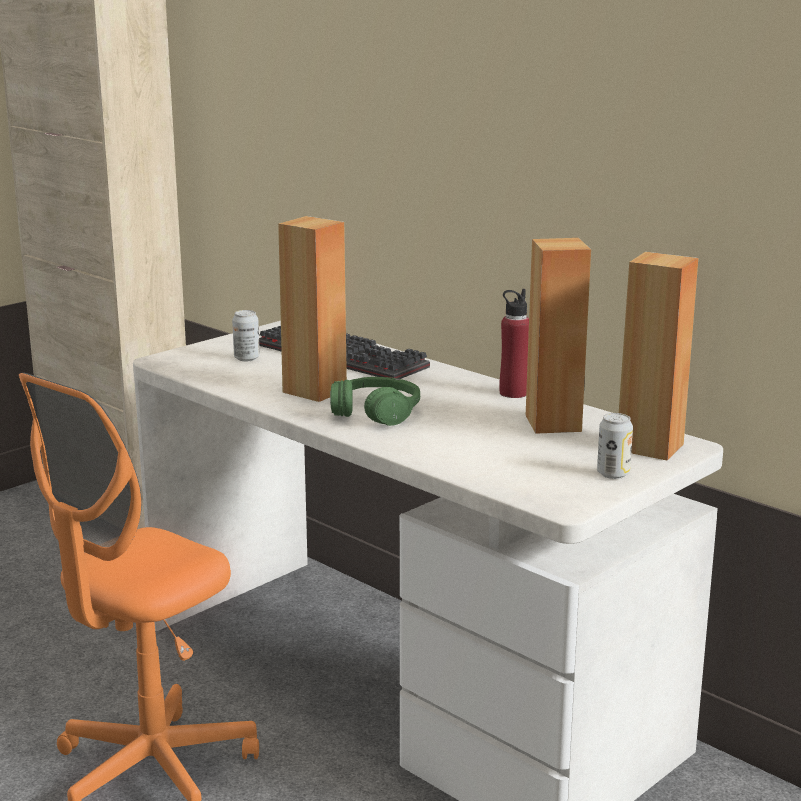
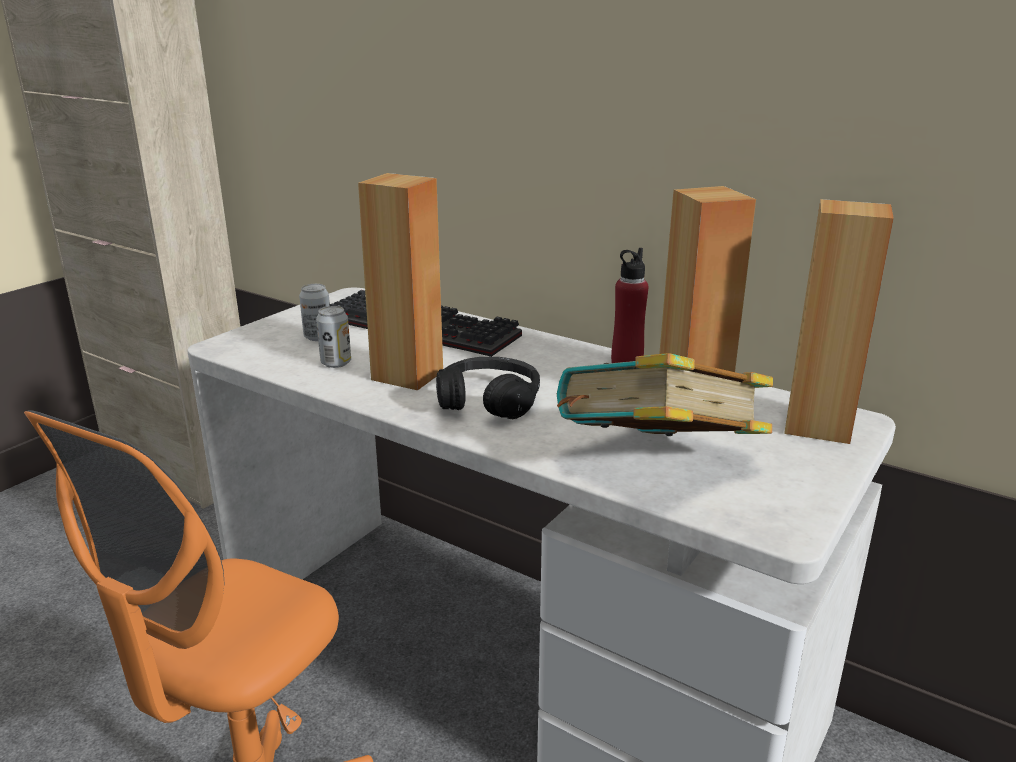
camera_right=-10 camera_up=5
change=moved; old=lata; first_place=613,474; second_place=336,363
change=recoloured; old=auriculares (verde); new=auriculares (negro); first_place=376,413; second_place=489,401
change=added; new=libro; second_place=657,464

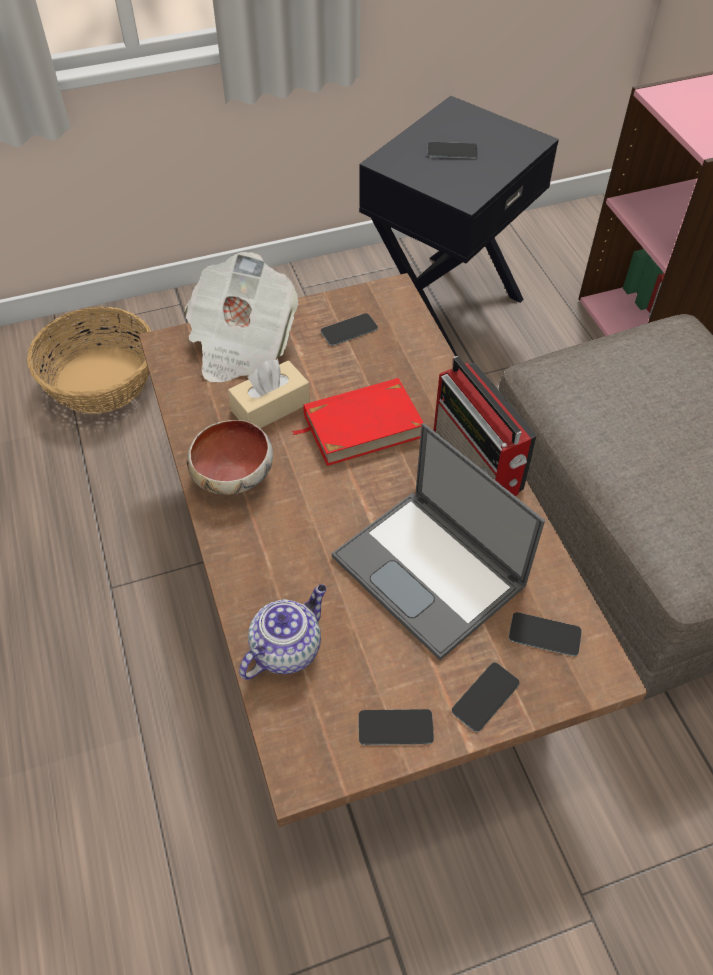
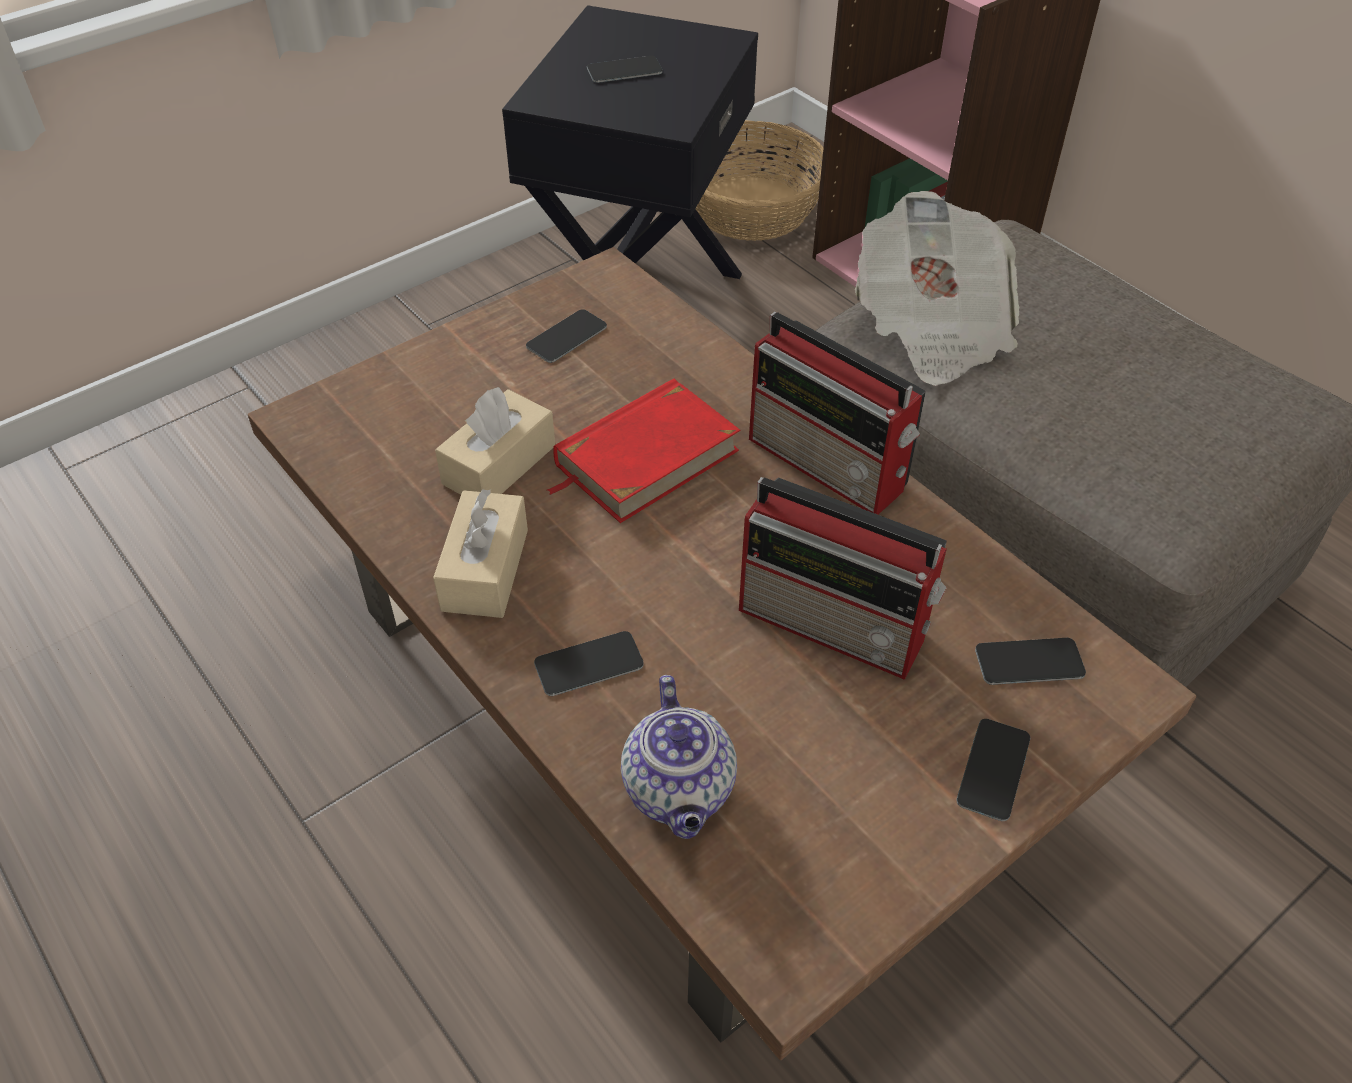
camera_right=-20 camera_up=-5
change=replaced; old=cuenco; new=caja de pañuelos (beis); first_place=233,473; second_place=485,570
change=moved; old=móvil; first_place=395,727; second_place=589,664
change=turned; old=tetera; first_place=287,648; second_place=680,791; degrees=150
change=moved; old=cesta; first_place=100,380; second_place=750,208
change=replaced; old=portátil; new=radio; first_place=430,572; second_place=836,625
change=moved; old=periódico; first_place=241,343; second_place=932,327

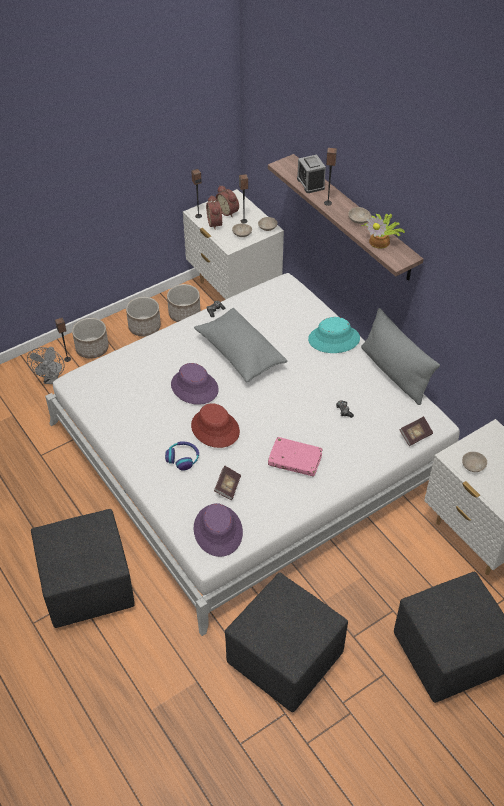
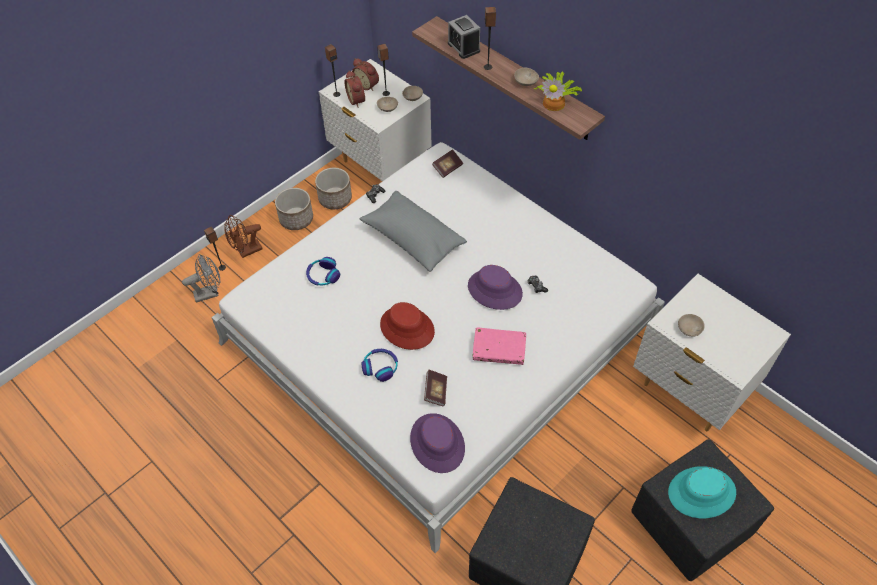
camera_right=-10 camera_up=5
change=turned; old=ventilador (gris); first_place=51,379; second_place=210,293; degrees=-105
change=replaced; old=maceta; new=ventilador (marrón); first_place=92,348; second_place=246,251
change=added; new=auriculares; second_place=323,275
change=moved; old=libro; first_place=415,435; second_place=447,168
change=moved; old=sombrero (morado); first_place=194,387; second_place=494,290
change=moved; old=sombrero (turquesa); first_place=334,339; second_place=701,493
change=removed; old=puf (negro); first_place=89,588
change=removed; old=cojín (gris); first_place=395,373

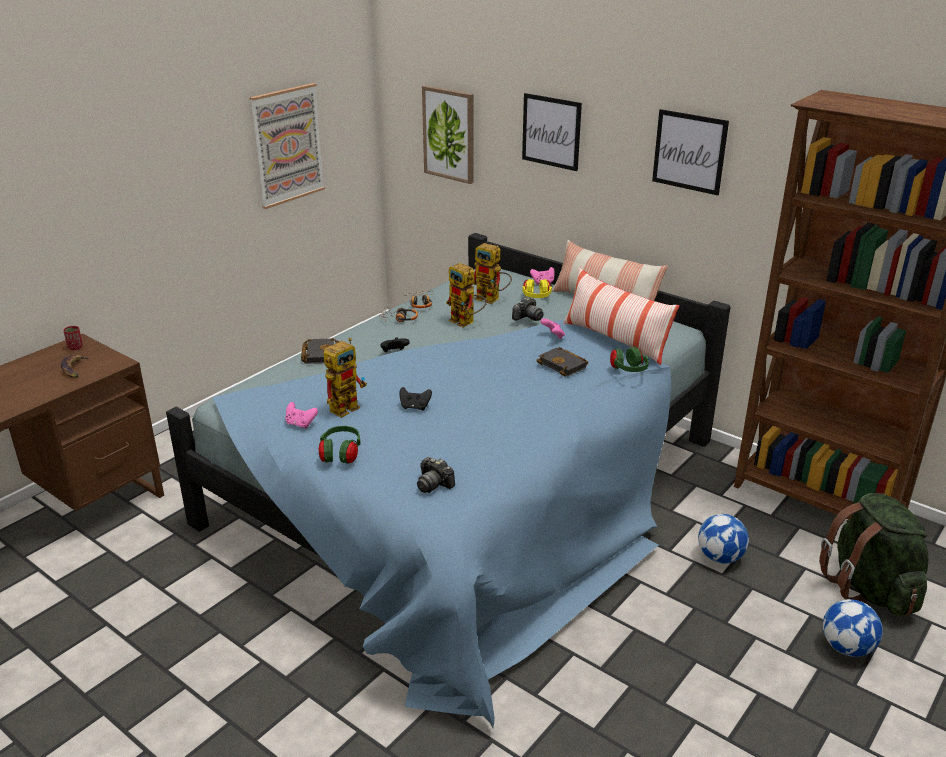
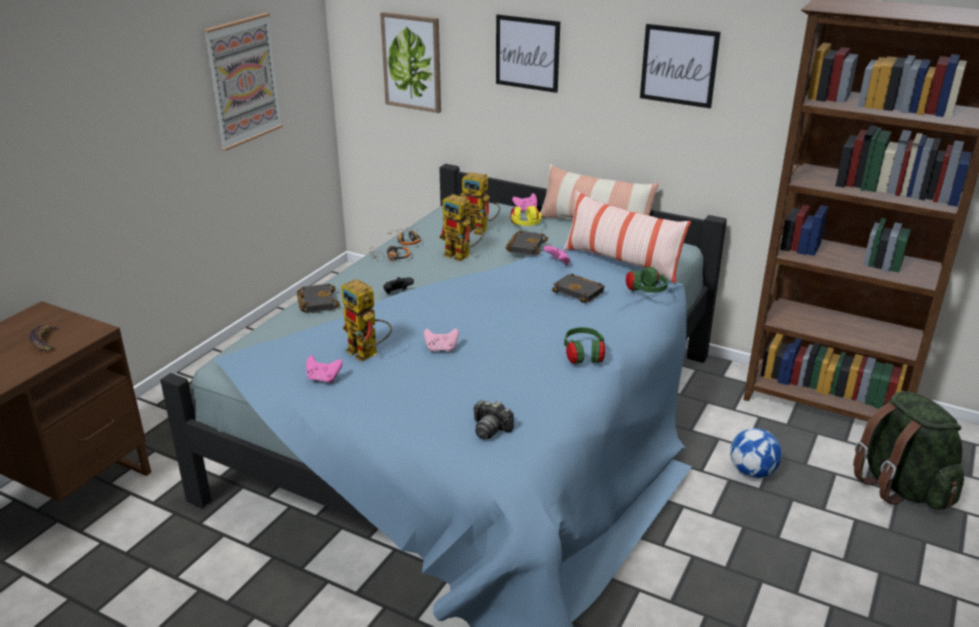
camera_right=-10 camera_up=0
change=turned; old=robot de juguete; first_place=347,405; second_place=368,354; degrees=105
change=recoloured; old=mando de consola (negro); new=mando de consola (rosa); first_place=415,407; second_place=441,349
change=replaced; old=cámara; new=libro (negro); first_place=528,317; second_place=525,246
change=moved; old=auriculares (verde); first_place=341,455; second_place=583,356
change=removed; old=taza (rojo); first_place=75,347
change=removed; old=balón de fútbol; first_place=846,648

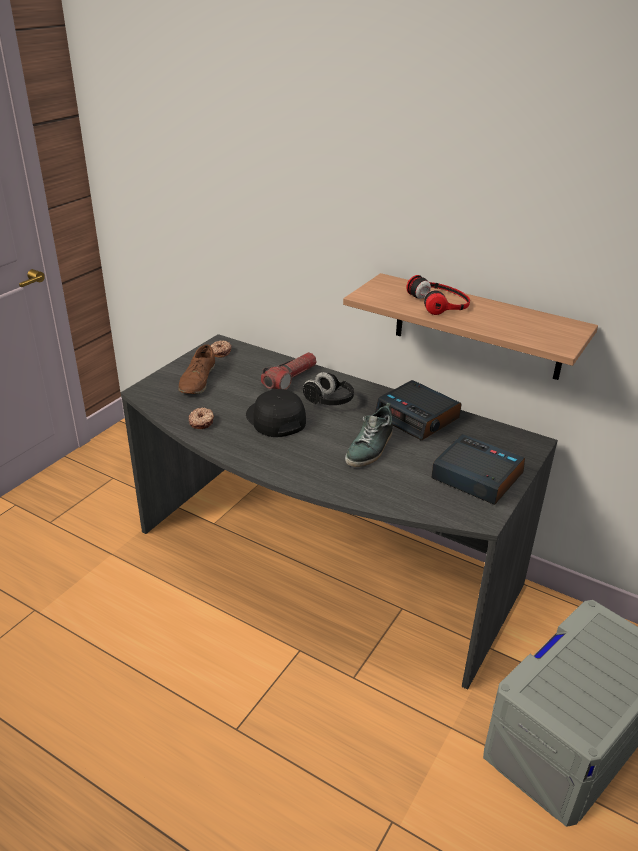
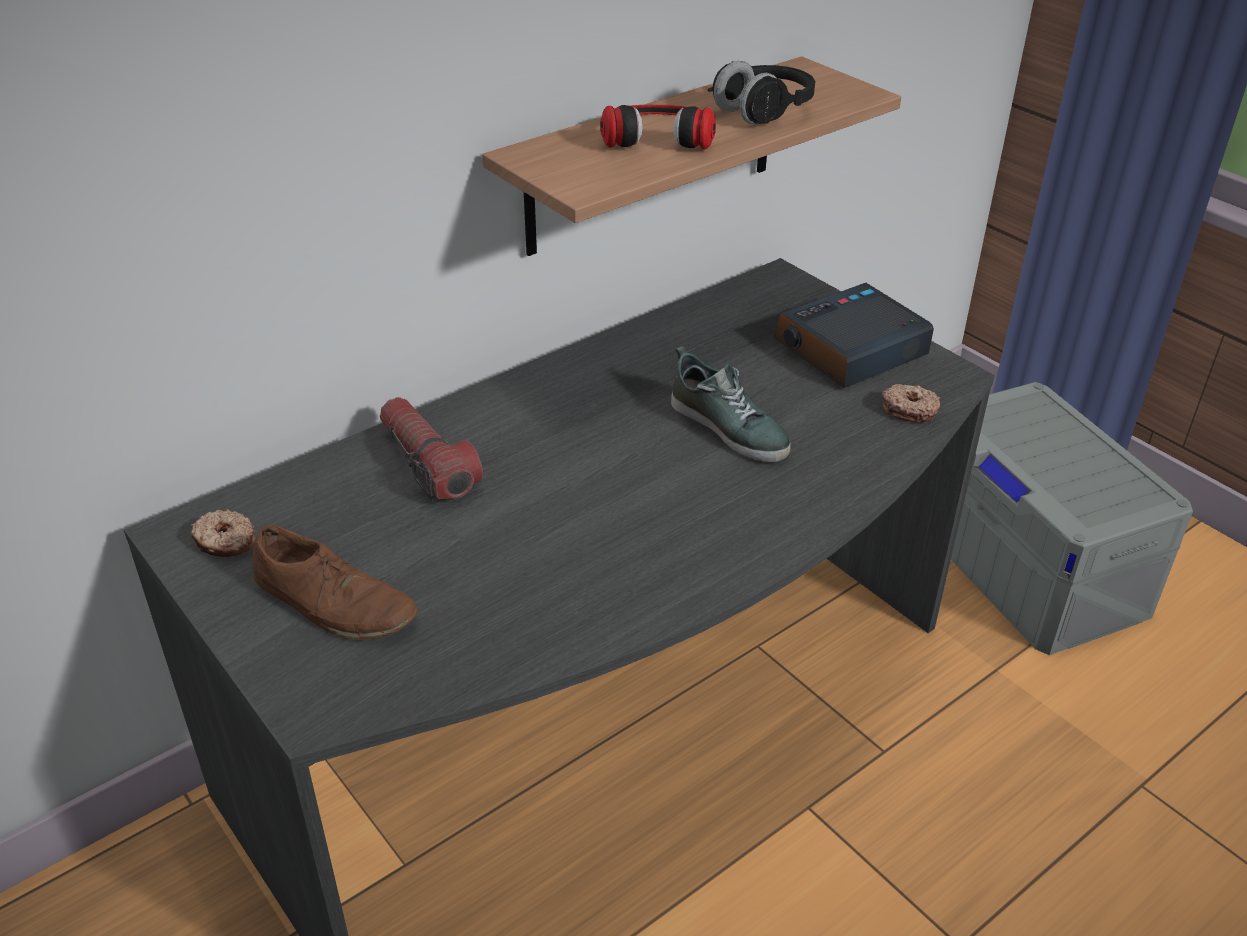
camera_right=-70 camera_up=5
change=moved; old=auriculares (negro); first_place=328,401; second_place=763,112
change=moved; old=rosquilla; first_place=202,422; second_place=909,409
change=removed; old=gorra (negro); first_place=274,419
change=removed; old=despertador; first_place=418,417

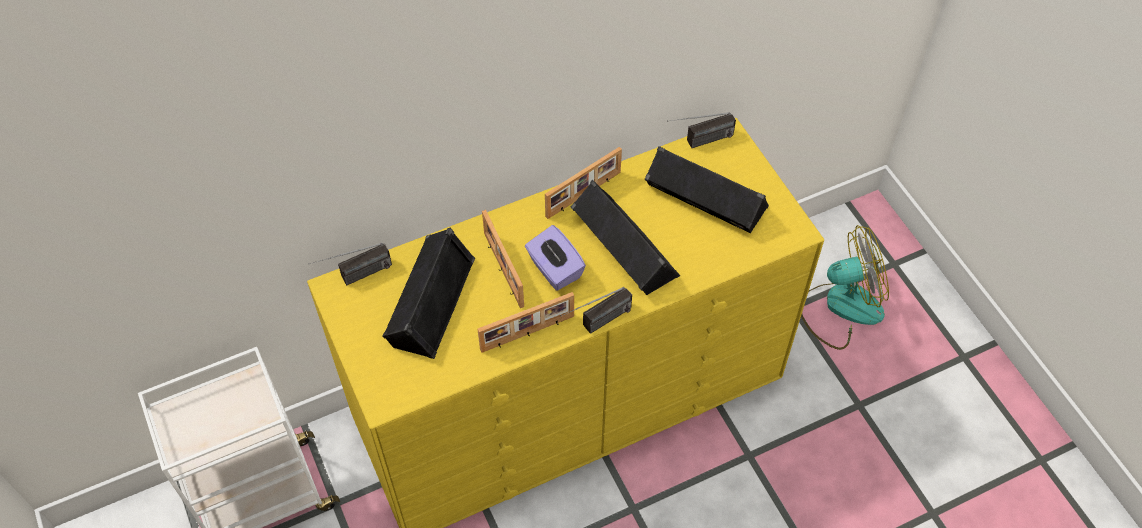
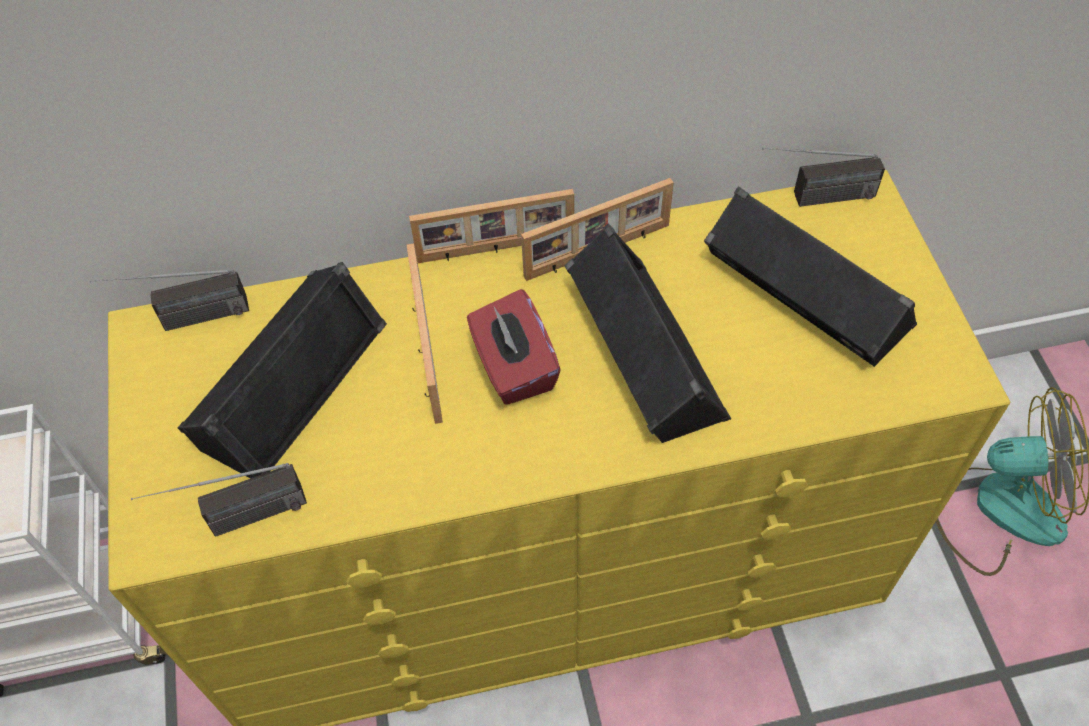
camera_right=15 camera_up=0
change=moved; old=radio; first_place=596,324; second_place=234,522
change=moved; old=portarretratos; first_place=528,334; second_place=496,249
change=recoloured; old=caja de pañuelos (morado); new=caja de pañuelos (rojo); first_place=554,269; second_place=513,367

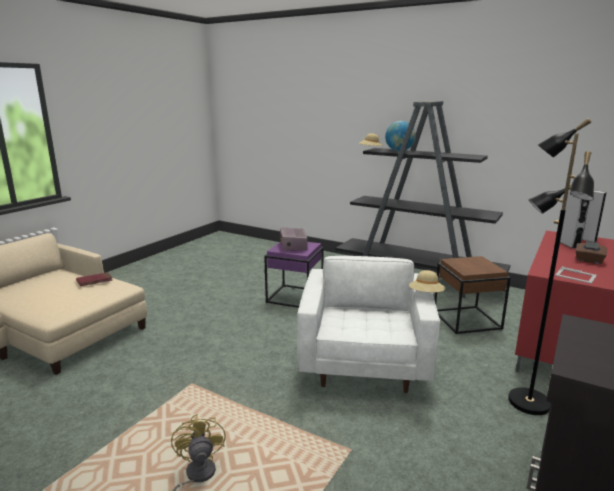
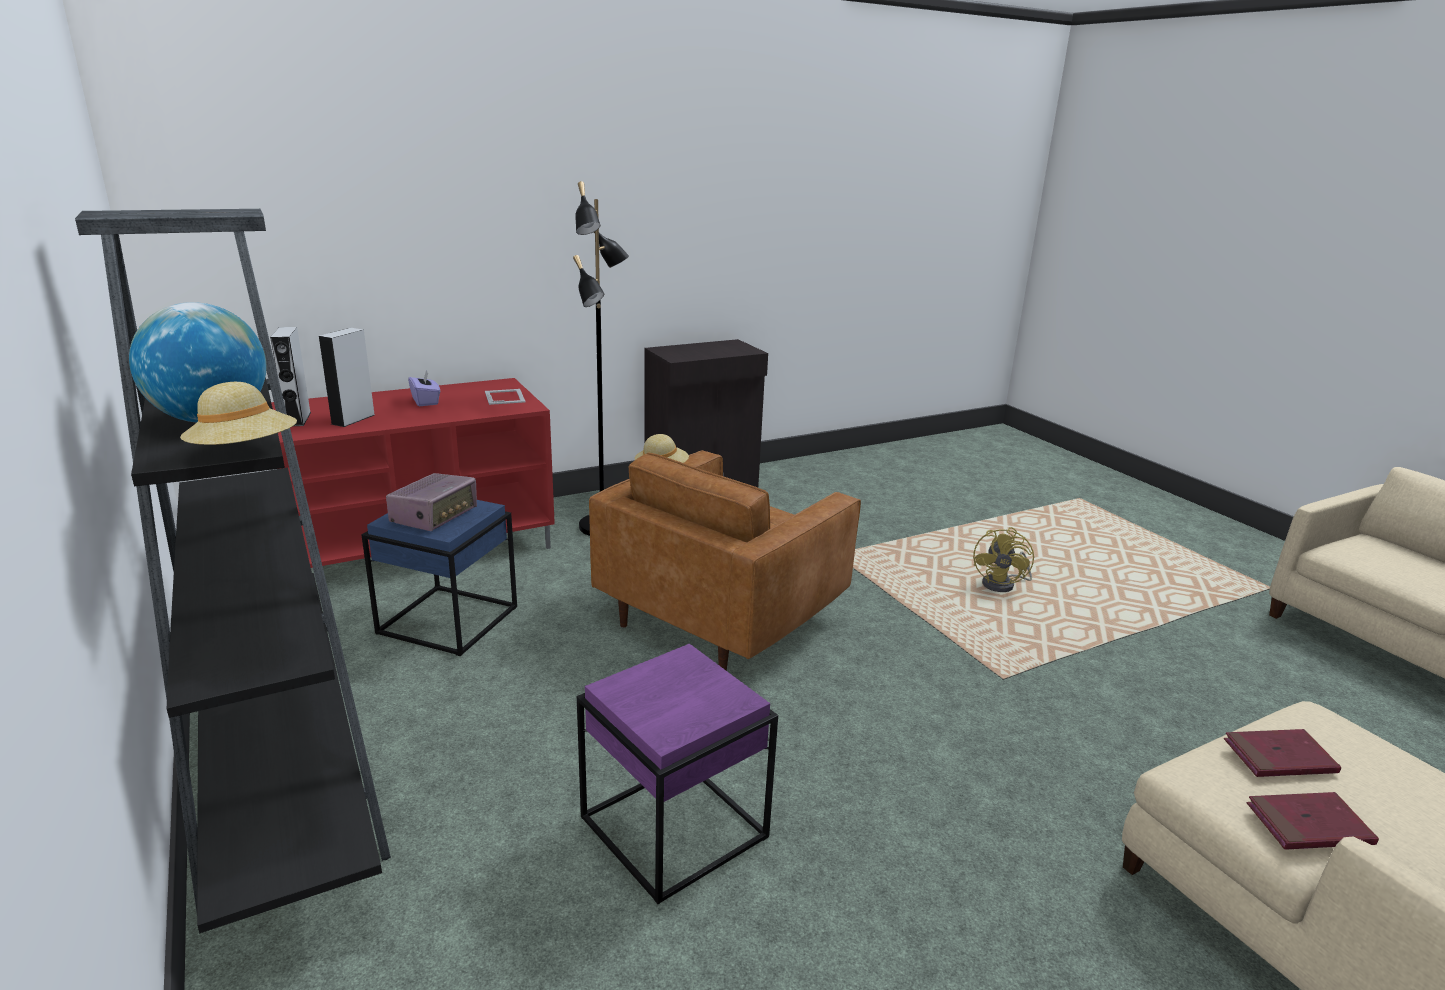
camera_right=-150 camera_up=5
change=recoloured; old=mesa auxiliar (marrón); new=mesa auxiliar (azul); first_place=467,320; second_place=448,619
change=moved; old=radio; first_place=293,246; second_place=435,516
change=recoloured; old=caja de pañuelos (marrón); new=caja de pañuelos (morado); first_place=589,260; second_place=426,401
change=recoloured; old=sillón (blanco); new=sillón (marrón); first_place=364,365; second_place=720,616
change=added; new=libro (rojo); second_place=1279,757

